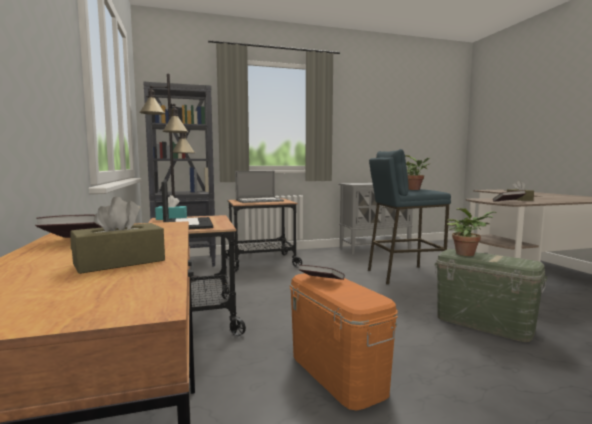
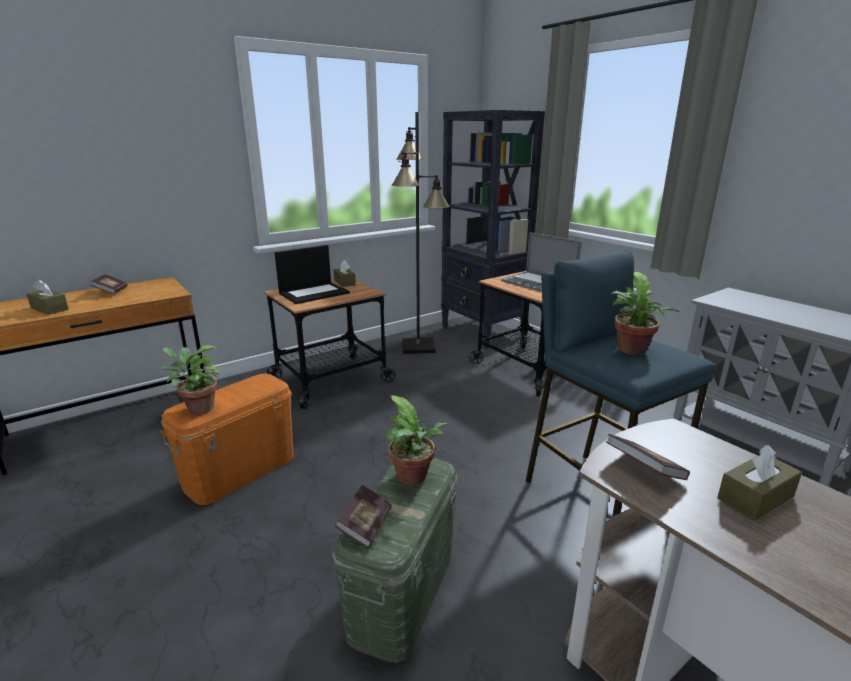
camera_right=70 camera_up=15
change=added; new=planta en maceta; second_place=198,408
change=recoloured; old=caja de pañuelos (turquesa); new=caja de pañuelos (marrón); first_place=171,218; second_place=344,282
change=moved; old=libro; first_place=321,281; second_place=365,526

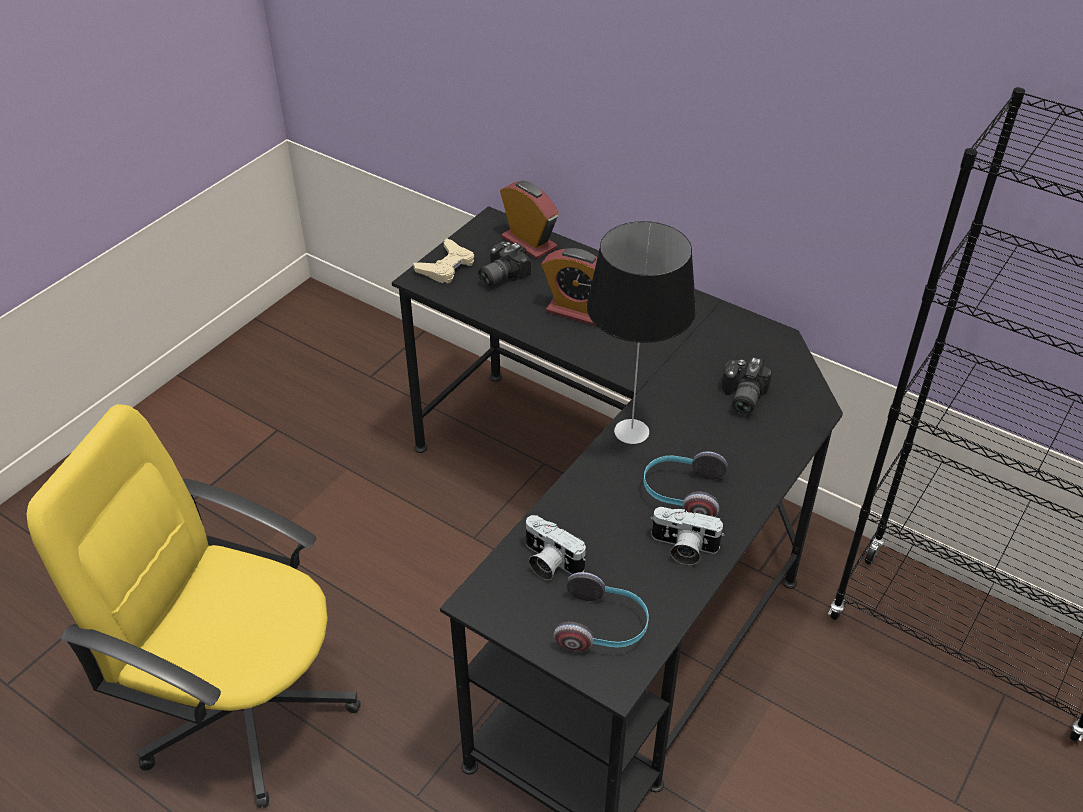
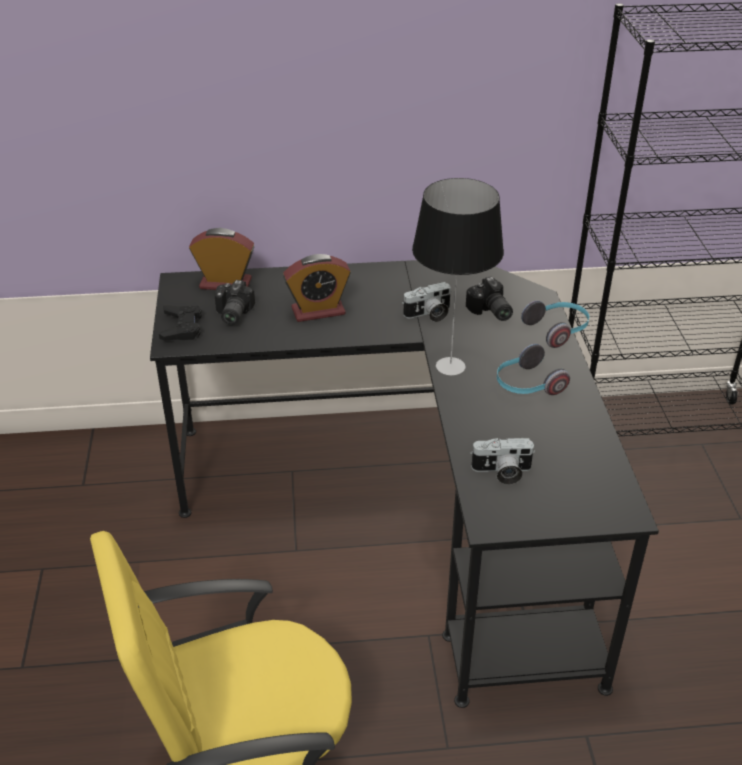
camera_right=-40 camera_up=-5
change=recoloured; old=mando de consola (beis); new=mando de consola (negro); first_place=446,267; second_place=182,327
change=moved; old=cámara; first_place=683,548; second_place=429,315
change=moved; old=auriculares; first_place=603,627; second_place=558,330

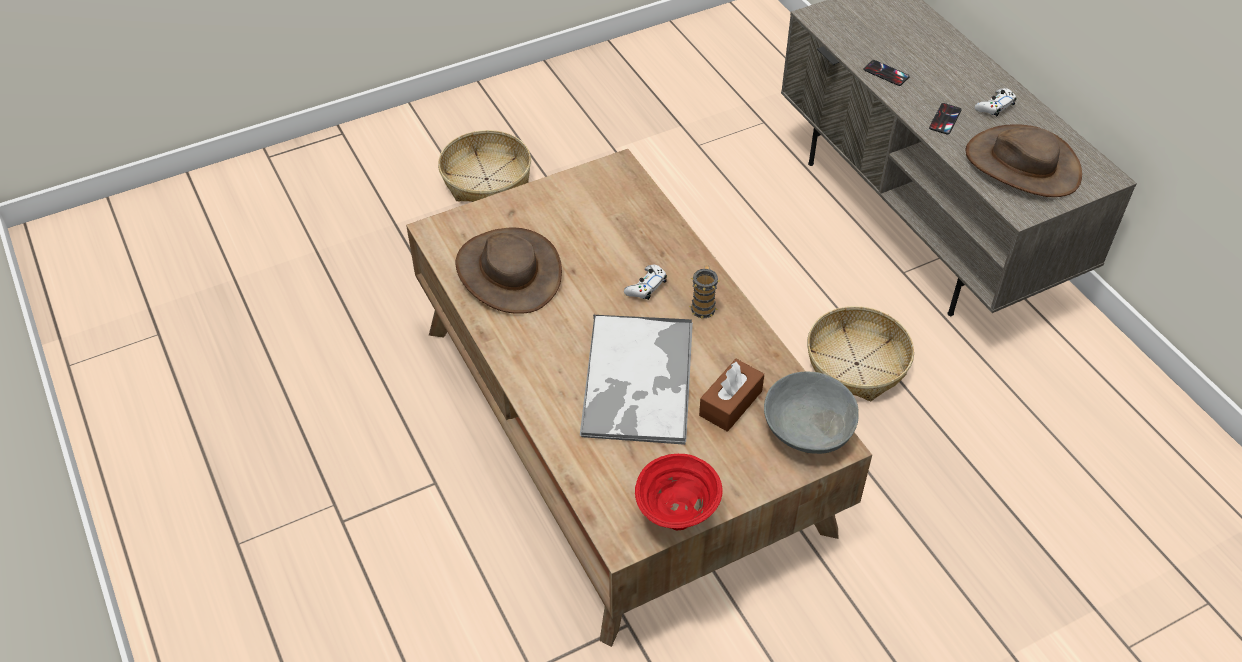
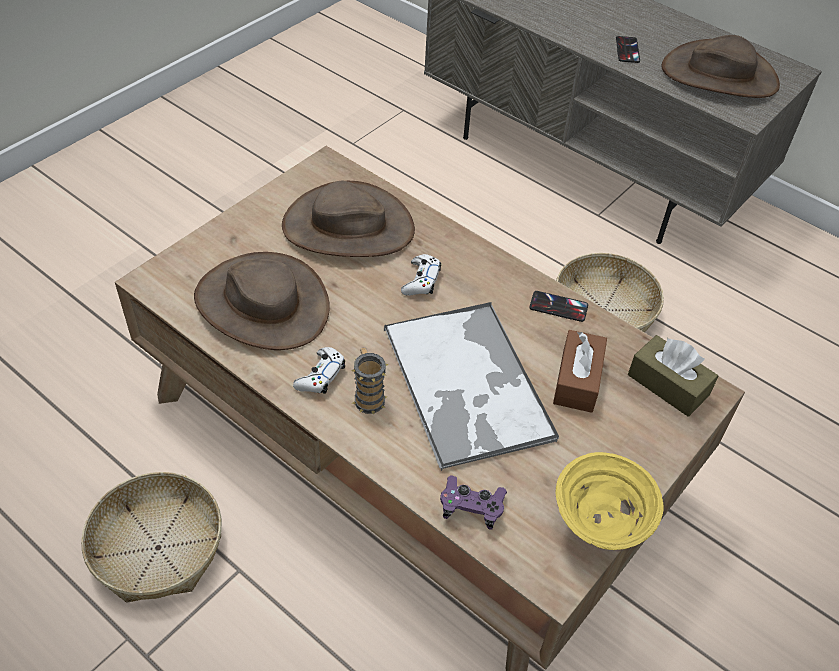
camera_right=-25 camera_up=0
change=moved; old=cesta; first_place=486,179; second_place=157,547
change=added; new=sombrero (marrón); second_place=348,227
change=moved; old=mando de consola (blanco); first_place=995,106; second_place=320,376
change=moved; old=taza grande; first_place=703,305; second_place=368,396
change=added; new=mando de consola (morado); second_place=471,508
change=moved; old=móvil; first_place=886,73; second_place=558,307
change=recoloured; old=cuenco (rojo); new=cuenco (amarillo); first_place=676,520; second_place=597,532
change=replaced; old=cuenco (gris); new=caja de pañuelos (marrón); first_place=806,429; second_place=668,385

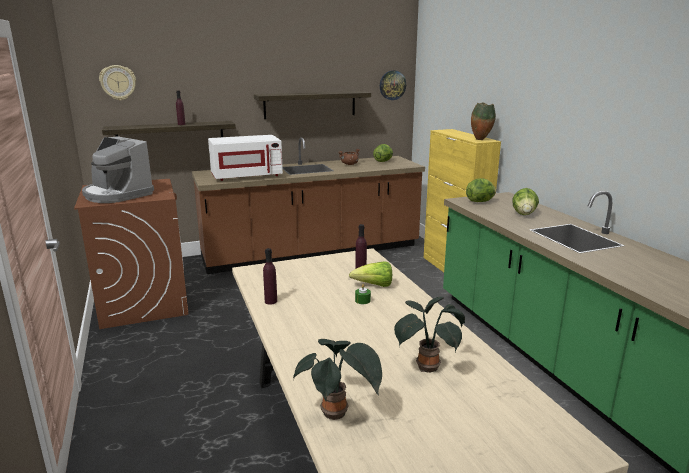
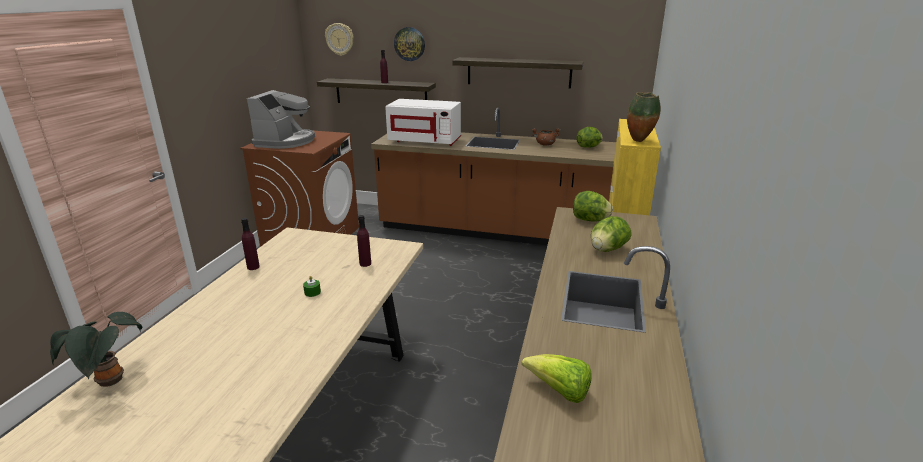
camera_right=35 camera_up=5
change=turned; old=cafetera; first_place=117,194; second_place=286,141; degrees=-150
change=moved; old=reloj de pared; first_place=392,85; second_place=409,44
change=moved; old=lechuga; first_place=374,286; second_place=559,391
change=removed; old=planta en maceta; first_place=427,366

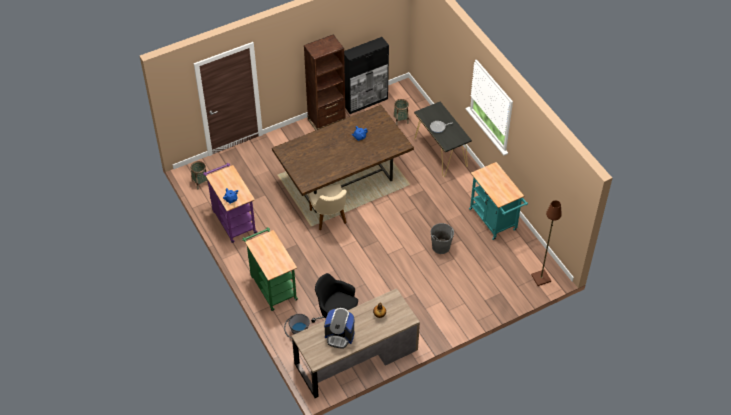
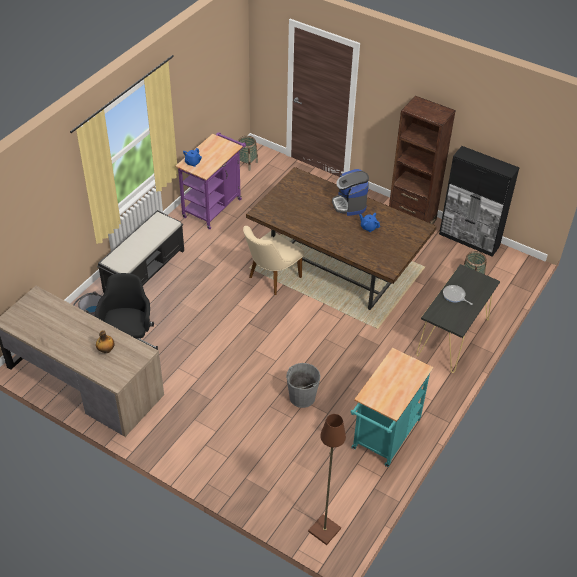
camera_right=60 camera_up=-5
change=replaced; old=carrito (verde); new=banco (negro); first_place=272,286; second_place=145,270
change=moved; old=cafetera; first_place=339,336; second_place=349,204

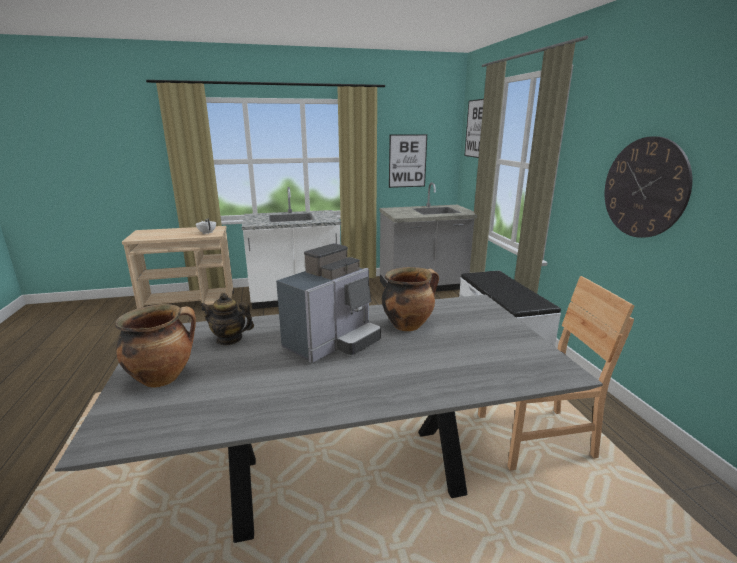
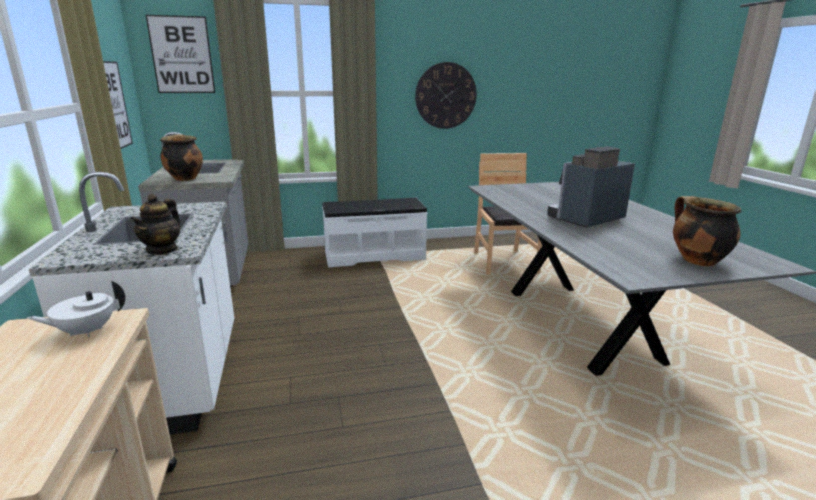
camera_right=-90 camera_up=0
change=moved; old=tetera; first_place=229,339; second_place=162,250
change=moved; old=olla; first_place=408,325; second_place=184,178
change=turned; old=cafetera; first_place=333,342; second_place=585,219; degrees=-75

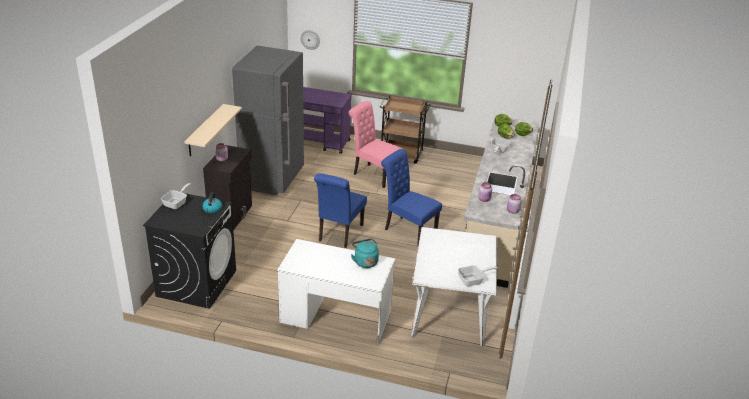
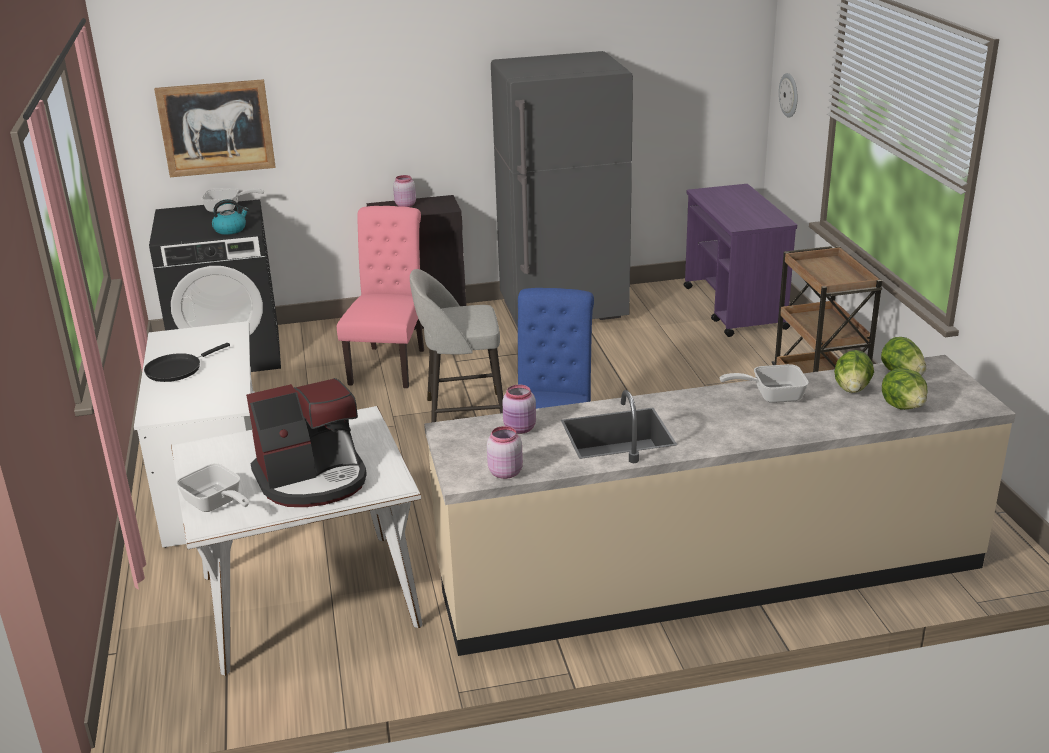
camera_right=65 camera_up=-5
change=added; new=sartén (negro); second_place=177,369
change=added; new=cuadro; second_place=216,128
change=added; new=cafetera; second_place=313,479
change=moved; old=silla (rosa); first_place=374,174; second_place=390,364
change=replaced; old=silla (azul); new=taburete (gris); first_place=339,234; second_place=462,414
change=removed; old=estante (beis); first_place=205,130
change=removed; old=hervidor (turquesa); first_place=365,261

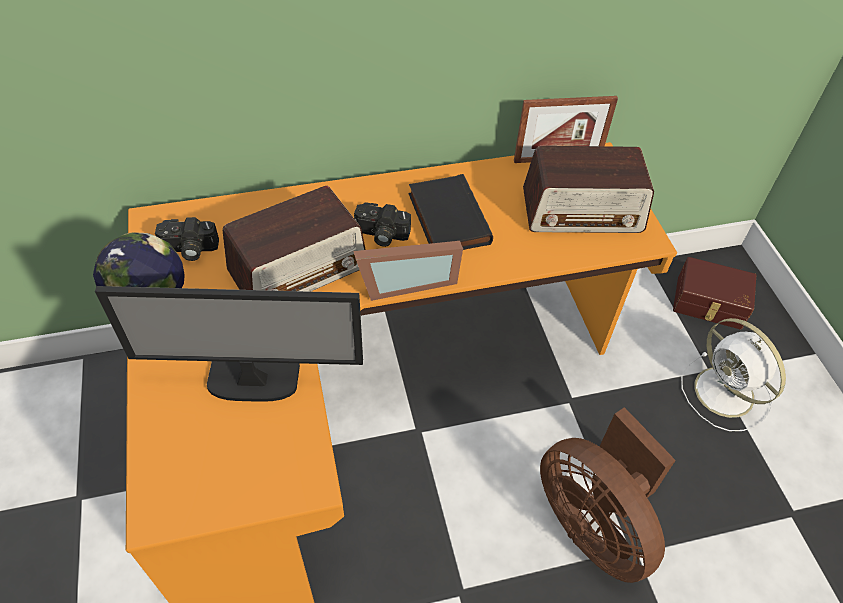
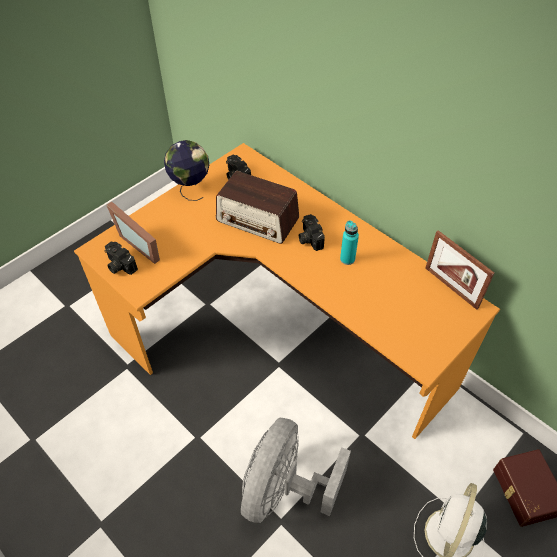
camera_right=60 camera_up=0
change=added; new=cámara; second_place=119,265
change=moved; old=portarretratos; first_place=405,282; second_place=142,243
change=recoloured; old=ventilador (marrón); new=ventilador (gris); first_place=593,522; second_place=284,489
change=replaced; old=libro (negro); new=botella (turquesa); first_place=446,218; second_place=347,259
change=removed; old=monitor; first_place=253,382
change=removed; old=radio; first_place=582,211

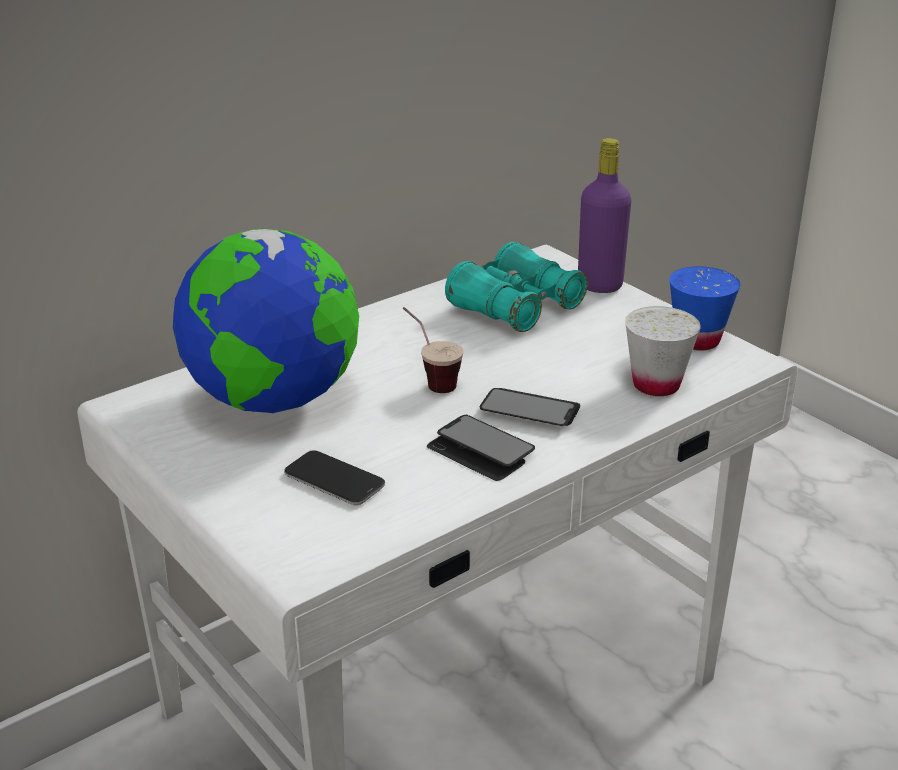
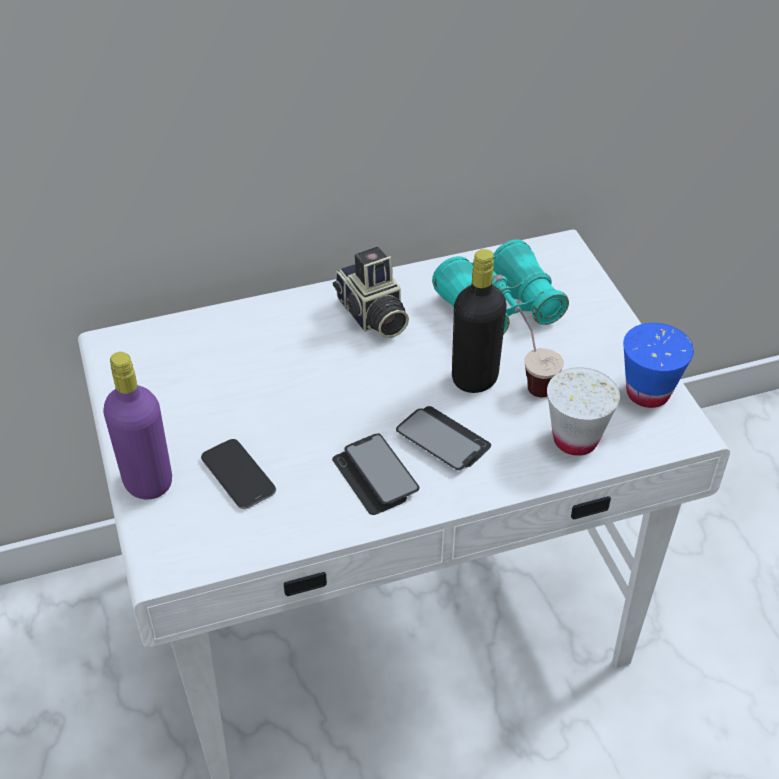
camera_right=20 camera_up=15
change=moved; old=botella (morado); first_place=600,285; second_place=148,482
change=added; new=cámara; second_place=372,316
change=added; new=botella (negro); second_place=474,378
change=moved; old=taza; first_place=430,381; second_place=532,378
change=removed; old=globo terráqueo; first_place=274,401

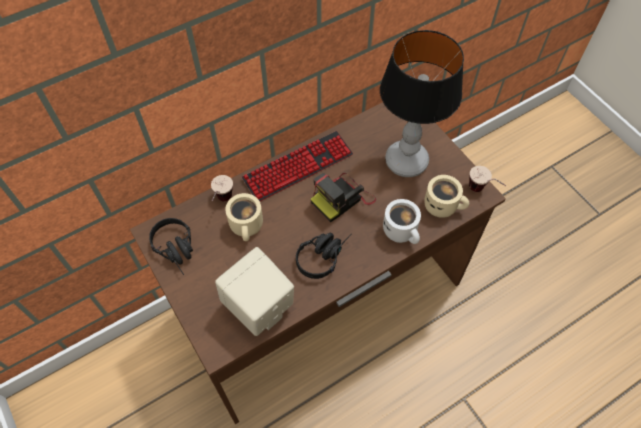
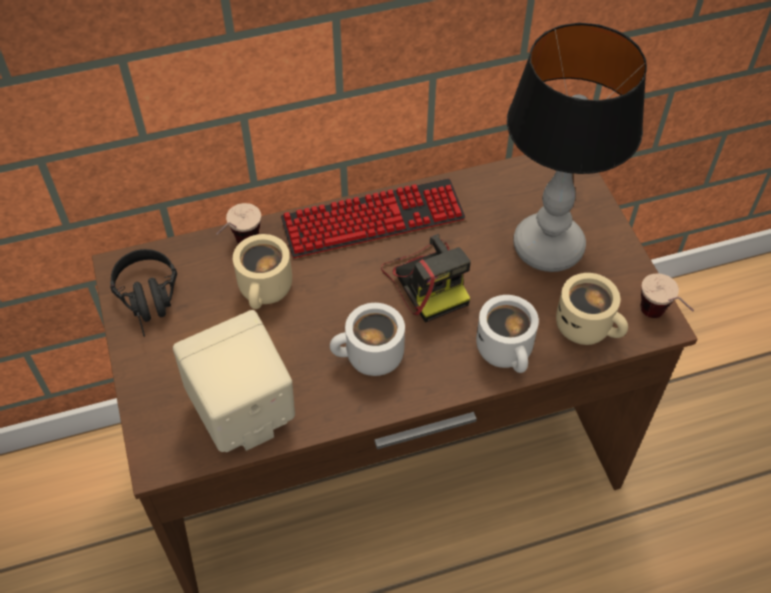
camera_right=15 camera_up=-5
change=replaced; old=auriculares (negro); new=taza grande (blanco); first_place=323,255; second_place=370,359
change=turned; old=cámara; first_place=342,198; second_place=427,281; degrees=-90

